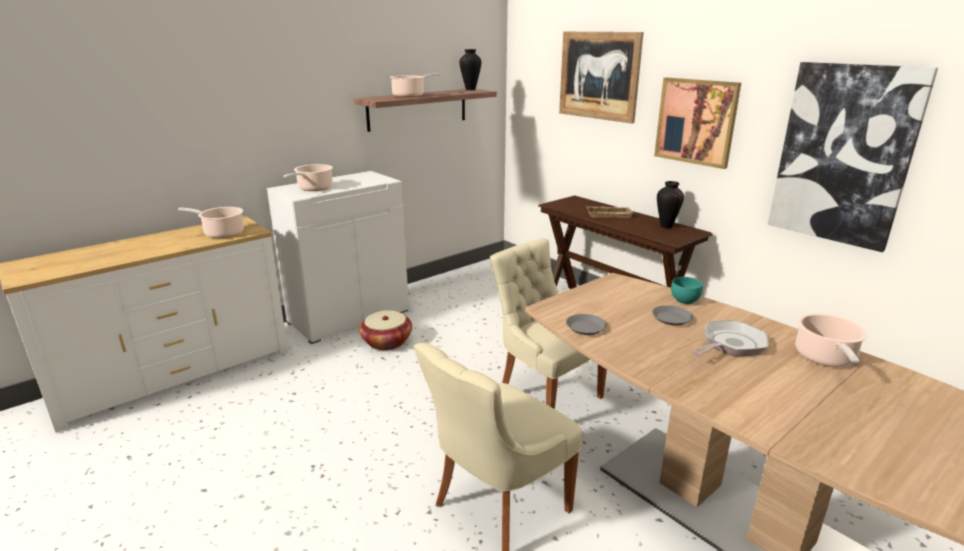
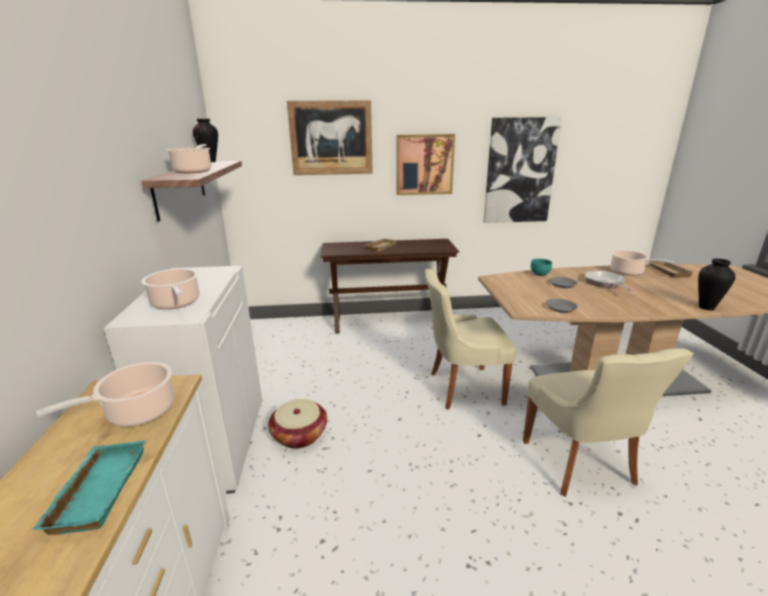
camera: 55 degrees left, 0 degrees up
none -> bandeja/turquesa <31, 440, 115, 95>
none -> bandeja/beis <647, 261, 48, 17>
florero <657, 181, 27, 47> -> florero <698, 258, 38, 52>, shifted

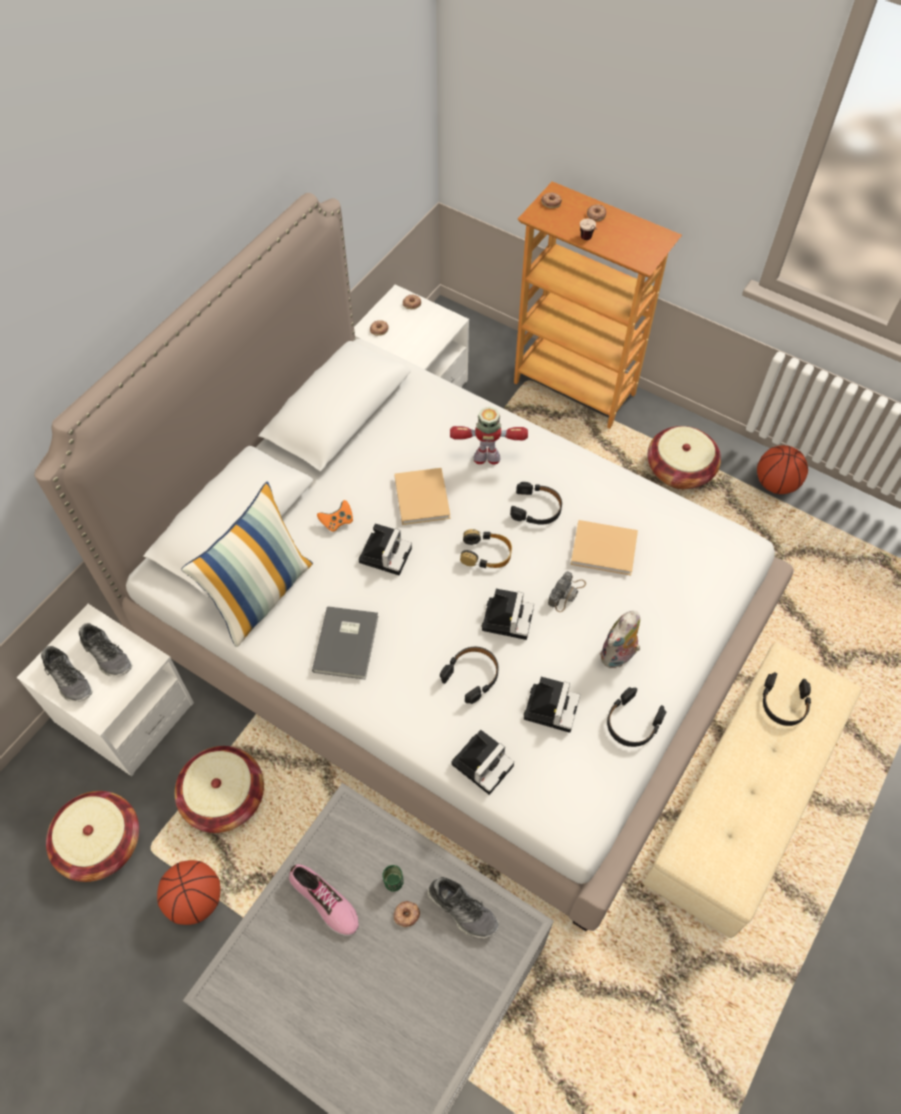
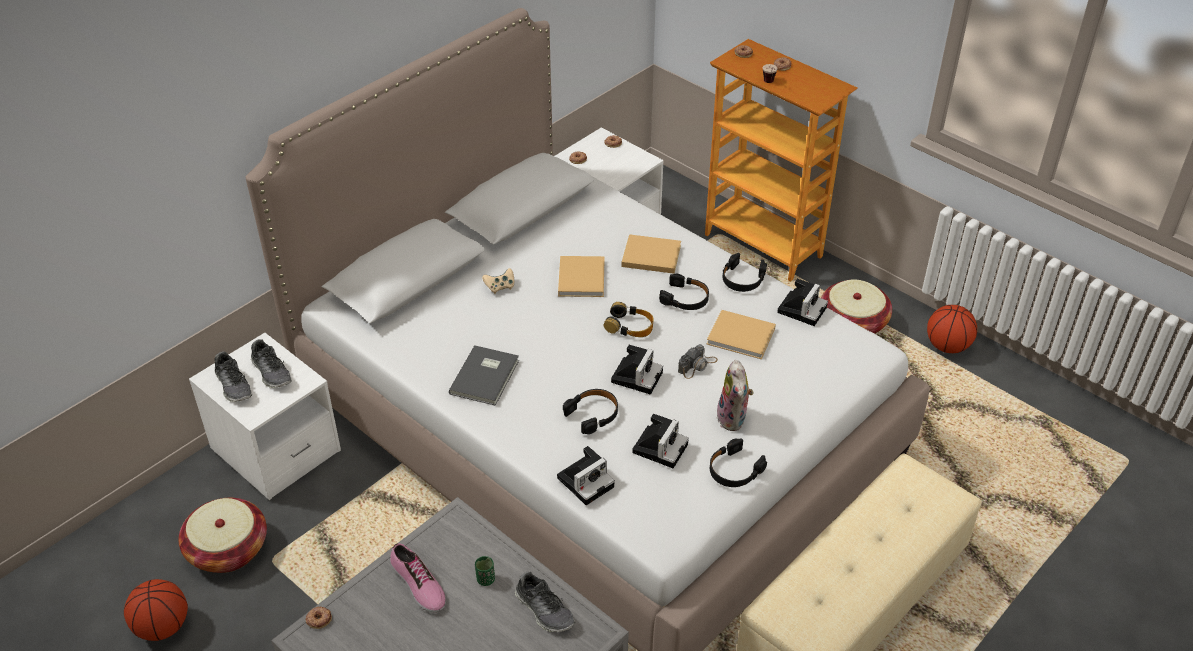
camera: 10 degrees right, 15 degrees down
cesta <175, 746, 89, 87> -> none
cojín <181, 482, 132, 165> -> none
balón de baloncesto <157, 860, 64, 65> -> balón de baloncesto <124, 579, 64, 62>, shifted
cámara <359, 524, 53, 51> -> cámara <777, 279, 51, 47>, shifted
rosquilla <393, 901, 27, 26> -> rosquilla <306, 606, 26, 23>, shifted
auriculares/negro <762, 672, 49, 54> -> auriculares/negro <723, 253, 44, 39>, shifted
robot de juguete <450, 407, 78, 57> -> libro/beis <621, 234, 60, 40>
mando de consola/naranja <317, 500, 36, 32> -> mando de consola/beis <482, 268, 32, 26>
peluche <600, 611, 40, 57> -> peluche <717, 360, 37, 71>, 60 degrees counterclockwise

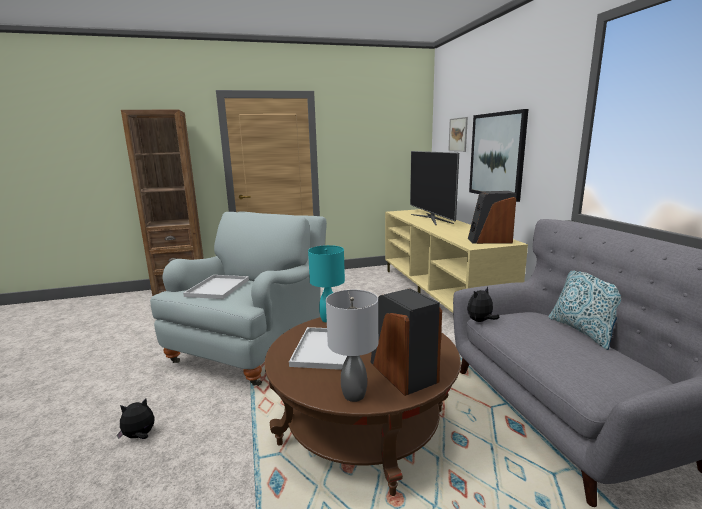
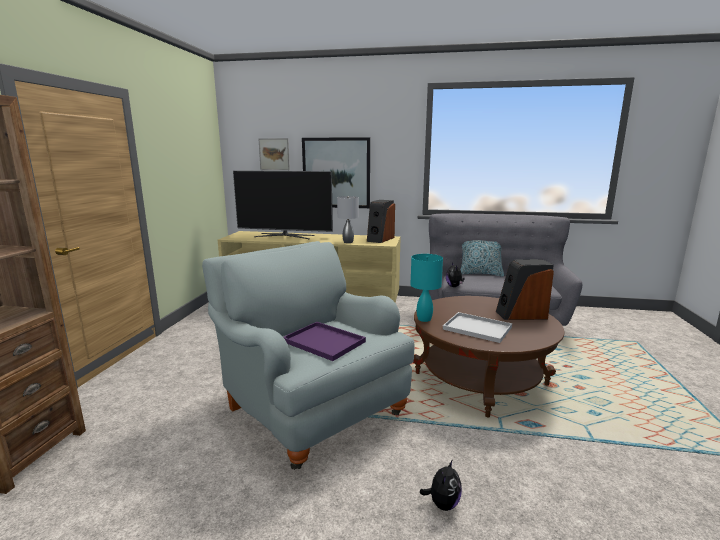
camera: 65 degrees left, 0 degrees up
lámpara de mesa/gris <326, 290, 52, 112> -> lámpara de mesa/gris <337, 196, 22, 47>, shifted
bandeja/blanco <183, 275, 66, 24> -> bandeja/morado <283, 322, 83, 39>
peluche <117, 399, 38, 40> -> peluche <420, 459, 42, 52>, 150 degrees counterclockwise

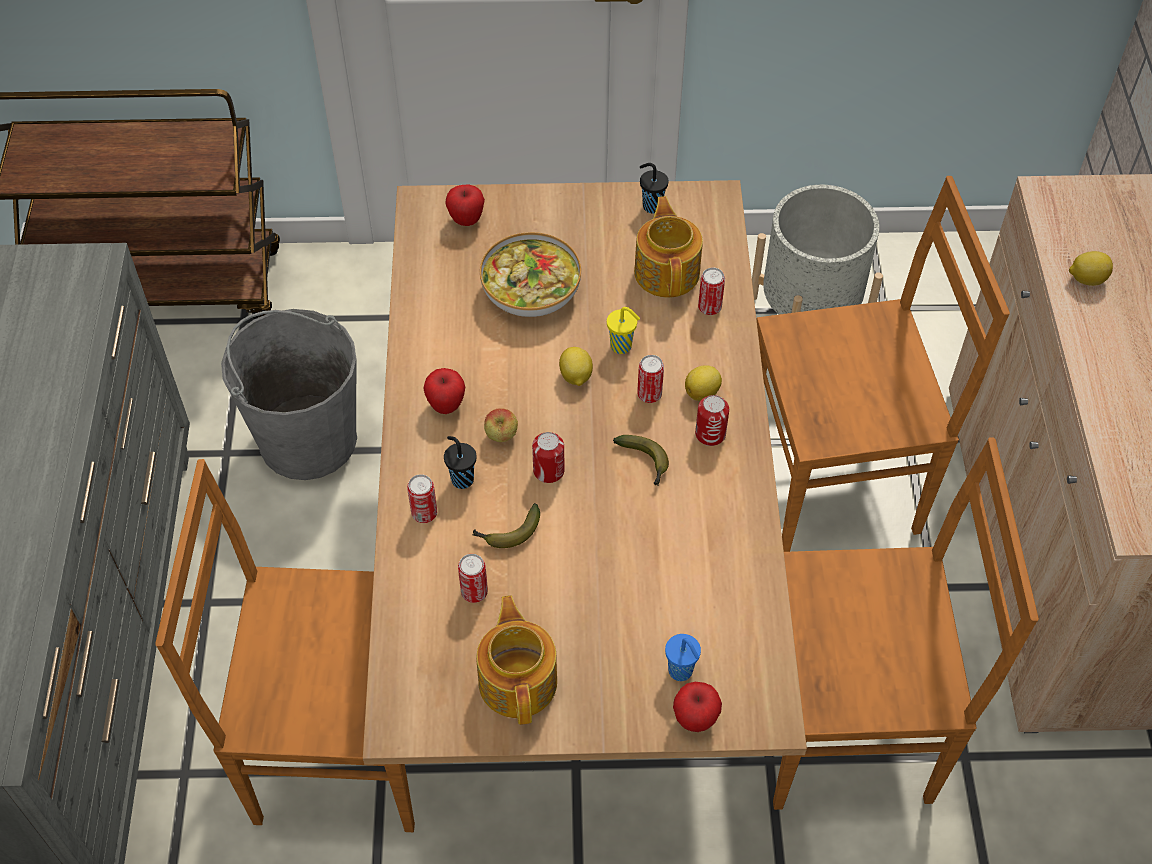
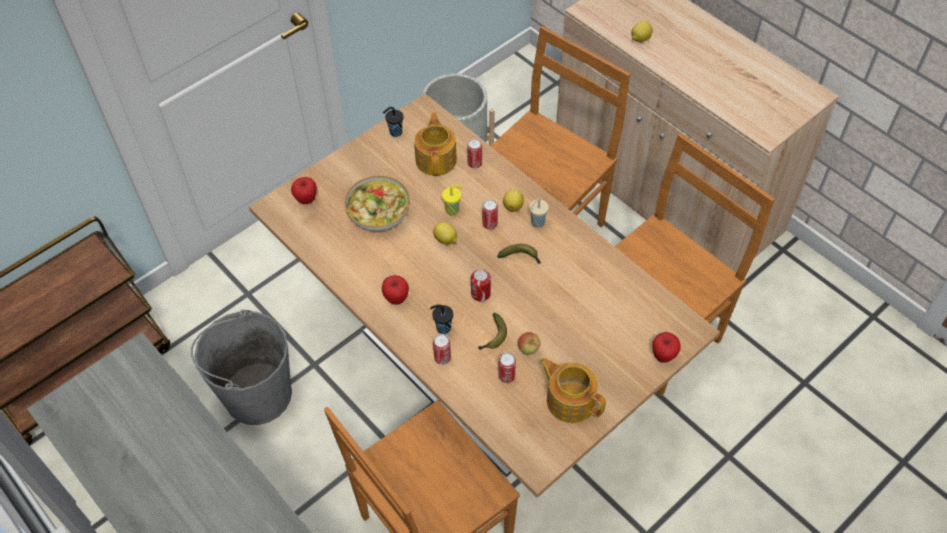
camera: 40 degrees left, 0 degrees up
taza/azul <665, 634, 36, 47> -> none
manzana <484, 408, 34, 34> -> manzana <518, 332, 23, 23>, shifted
lata <695, 395, 34, 51> -> taza/beis <529, 198, 20, 30>
tetera <634, 196, 69, 102> -> tetera <414, 112, 43, 64>, 45 degrees clockwise

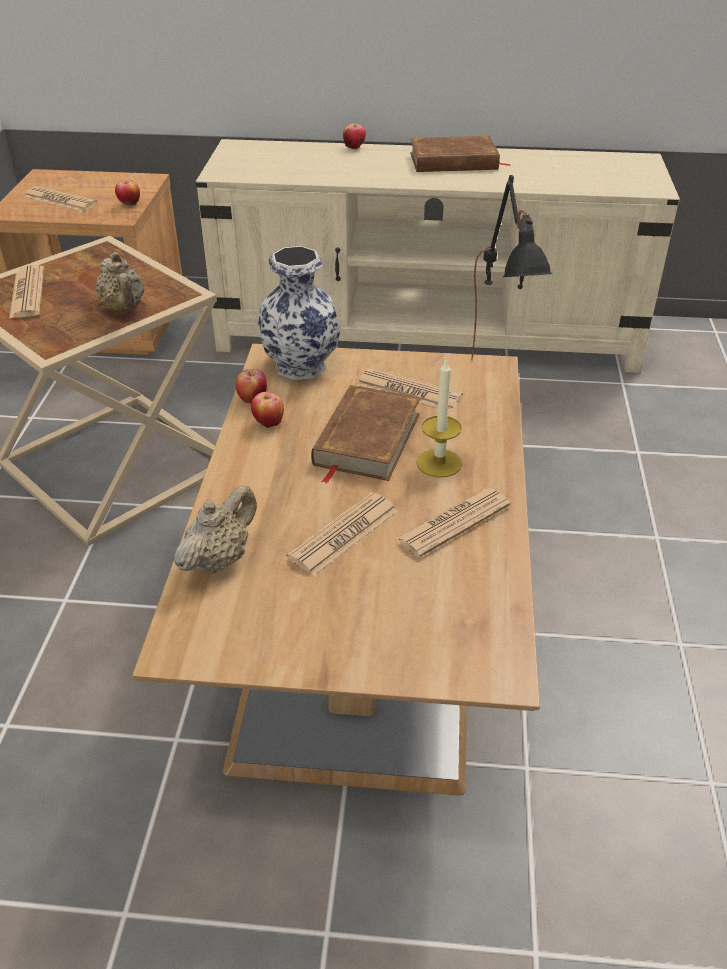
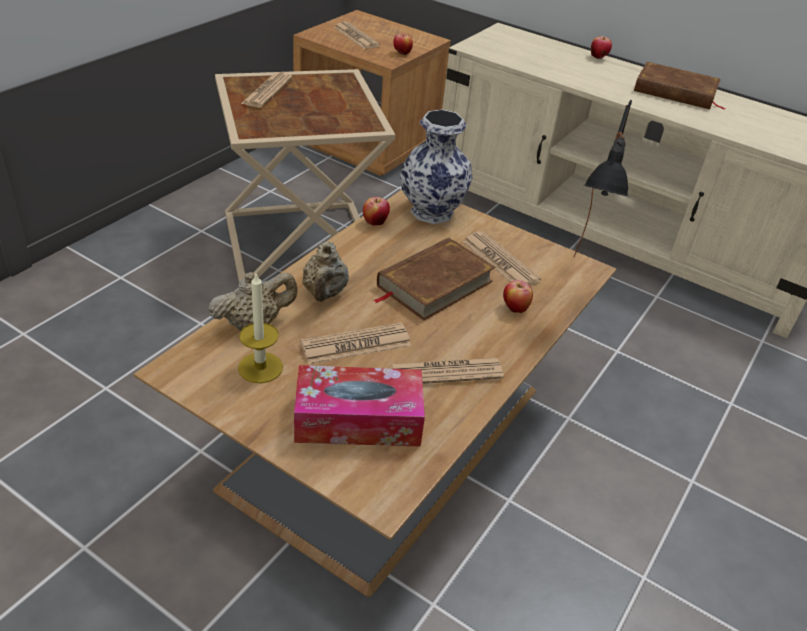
camera: 25 degrees right, 0 degrees up
none -> caja de pañuelos <294, 365, 131, 82>
tetera/beis <95, 252, 49, 60> -> tetera/beis <302, 241, 47, 61>, shifted
manzana <251, 392, 33, 36> -> manzana <503, 280, 30, 33>, shifted
vela <417, 360, 45, 118> -> vela <238, 274, 45, 109>, shifted

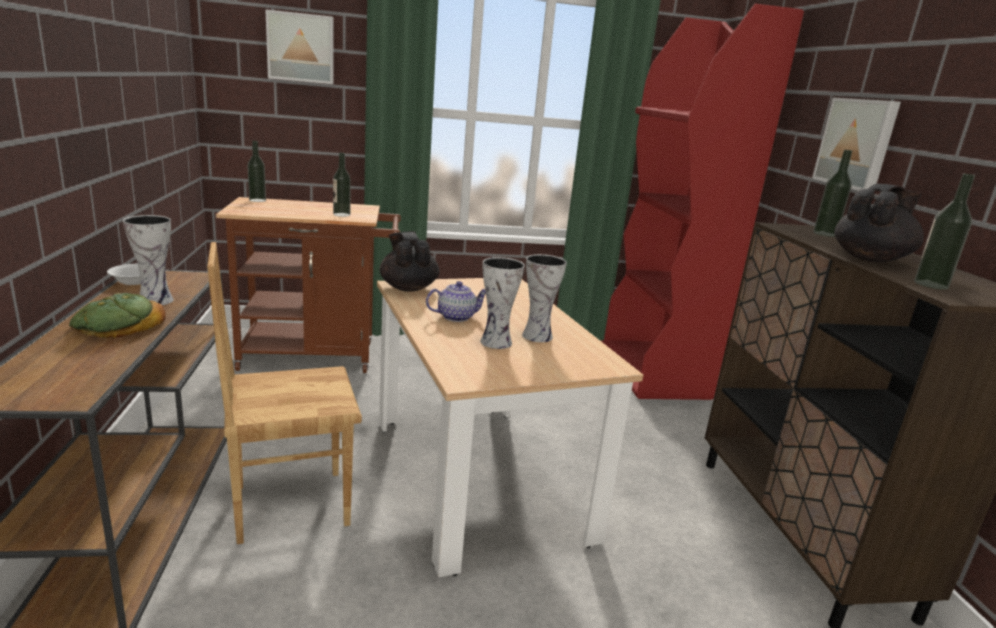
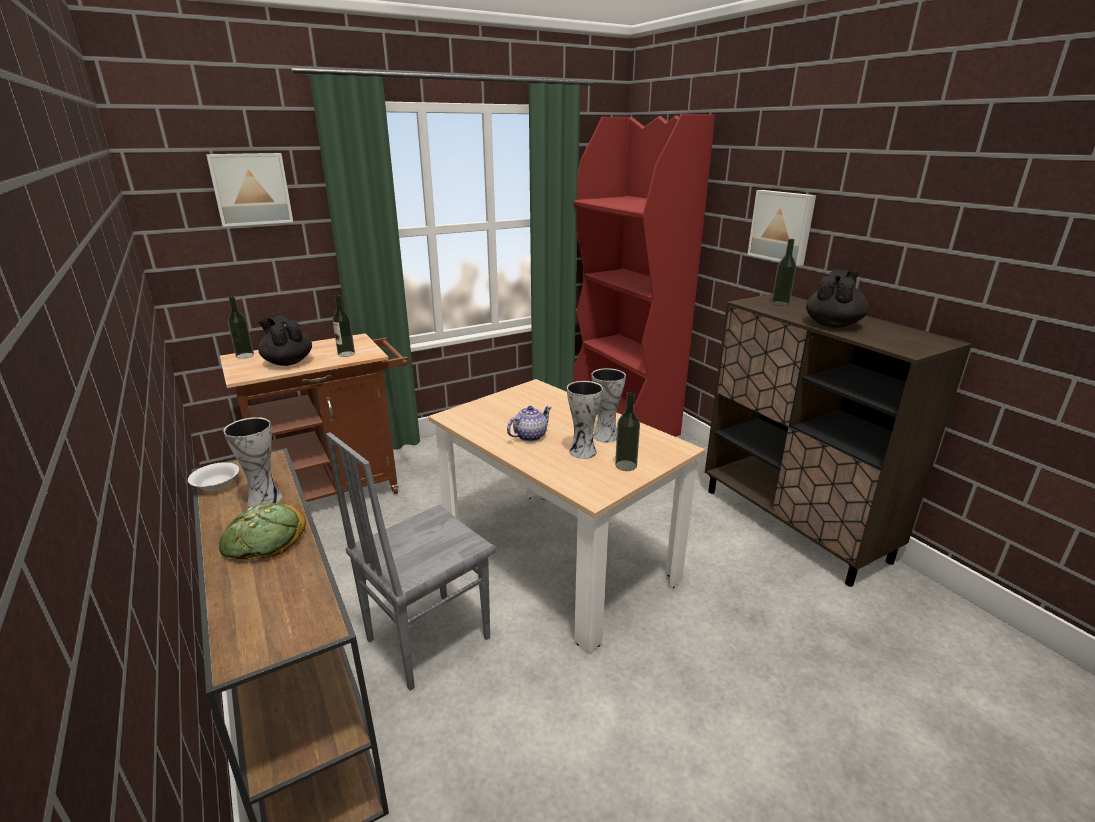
camera: 20 degrees left, 5 degrees up
tetera/negro <380, 231, 59, 61> -> tetera/negro <258, 314, 54, 52>, shifted
botella <914, 173, 61, 117> -> botella <615, 392, 25, 79>, shifted
silla/marrón <207, 242, 155, 302> -> silla/gris <326, 432, 170, 258>

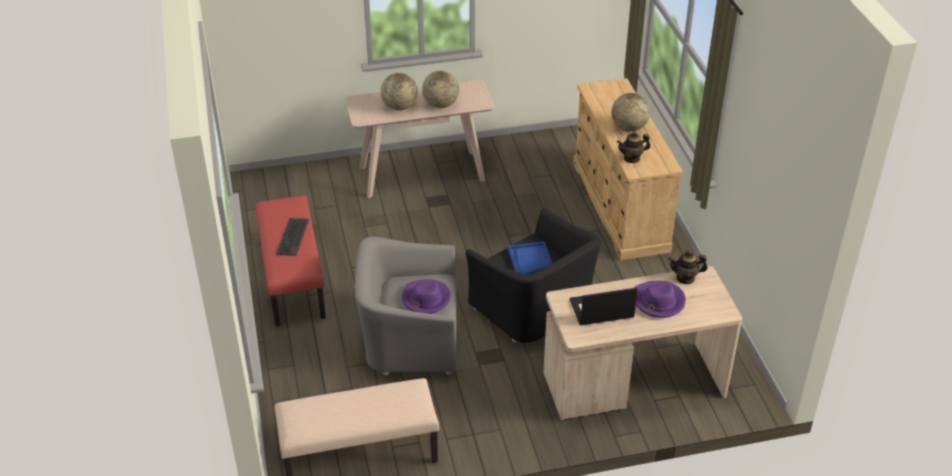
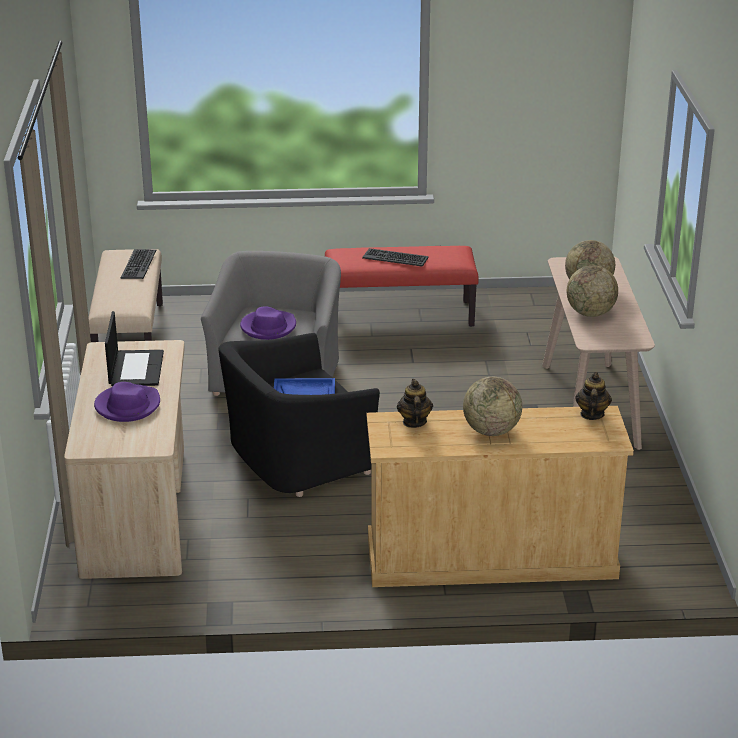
camera: 100 degrees right, 10 degrees down
none -> teclado <121, 249, 35, 30>
tetera <668, 250, 40, 34> -> tetera <575, 372, 37, 48>, shifted

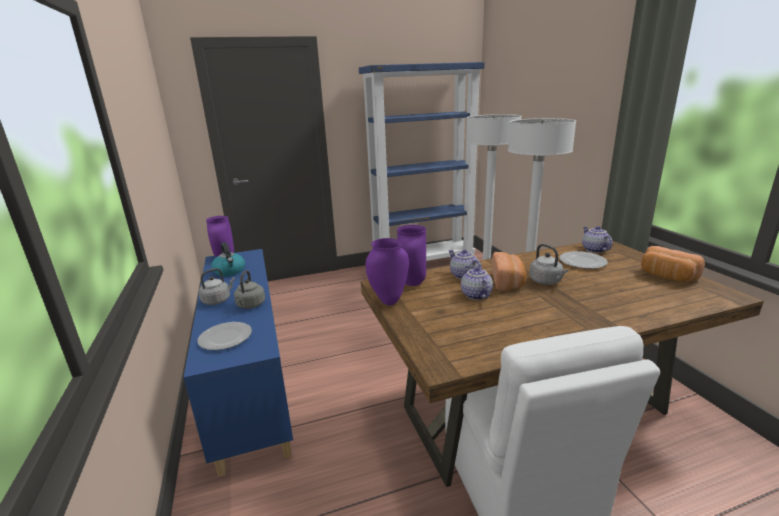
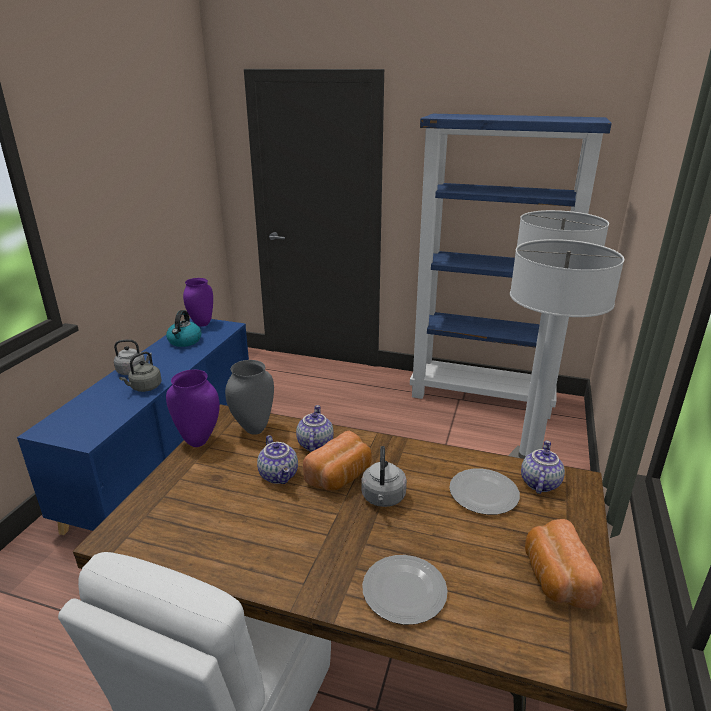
camera: 35 degrees right, 5 degrees up
plato <198, 322, 54, 28> -> plato <362, 555, 86, 70>, shifted
florero/morado <397, 225, 29, 61> -> florero/gris <225, 360, 49, 75>
tetera <461, 265, 32, 35> -> tetera <257, 435, 41, 49>, 135 degrees clockwise

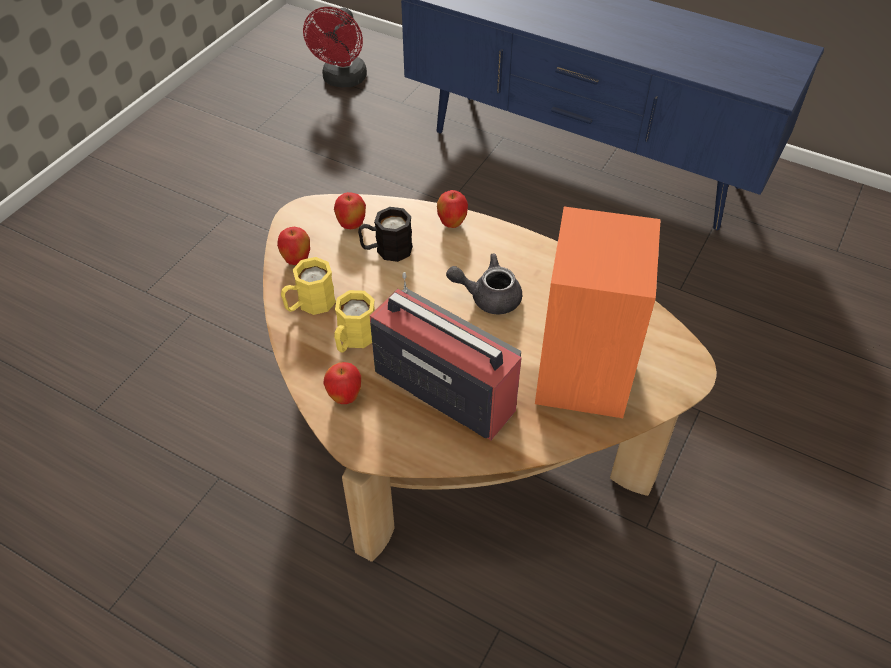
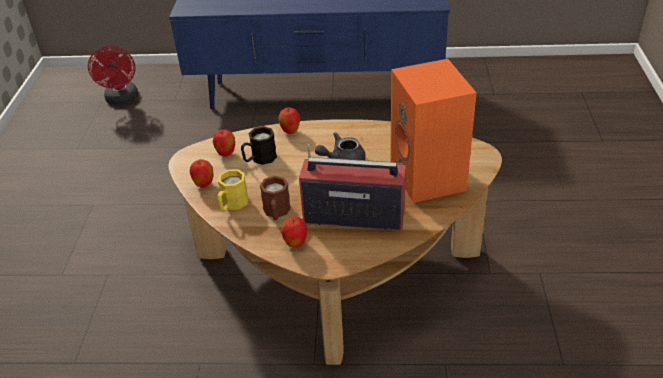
camera: 25 degrees left, 10 degrees down
taza grande/amarillo <334, 290, 41, 63> -> taza grande/marrón <260, 176, 31, 44>

